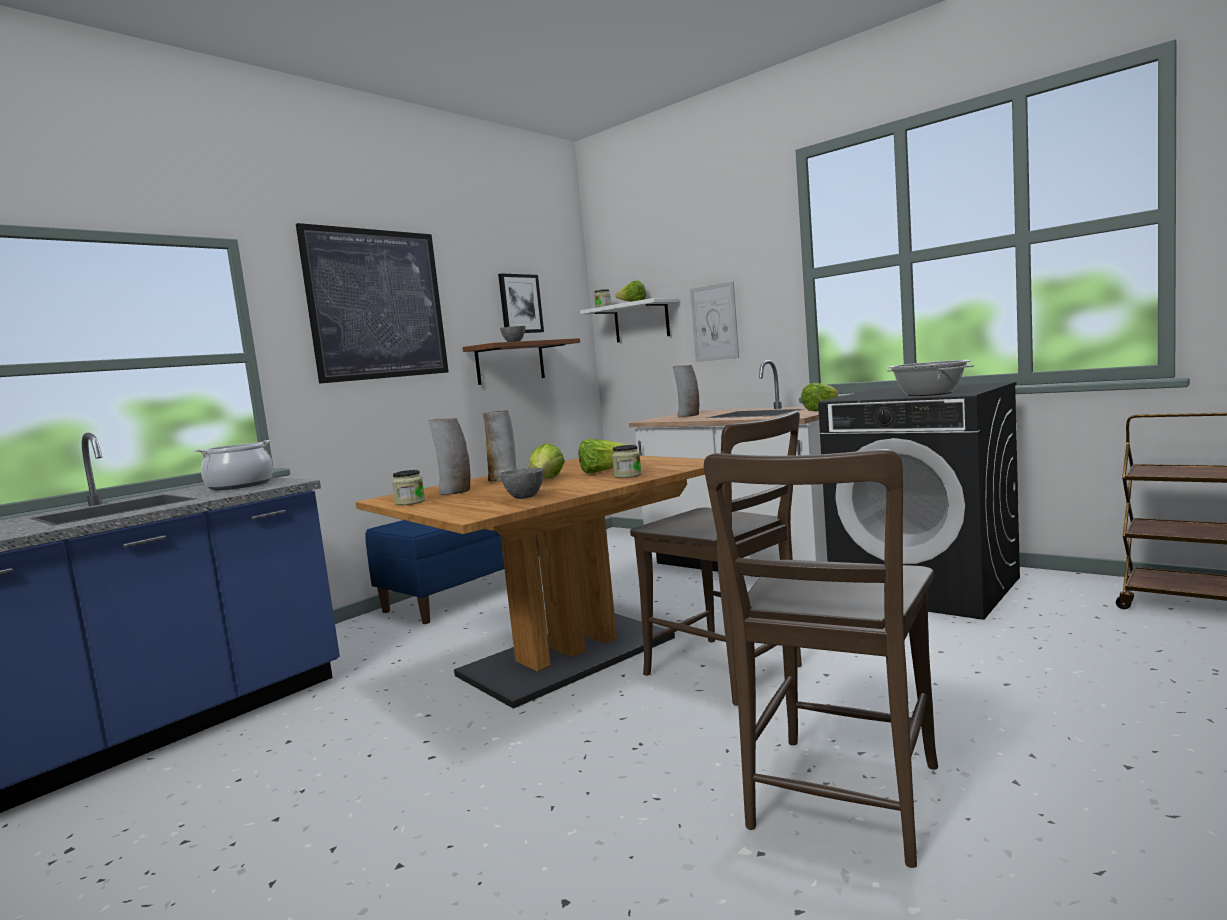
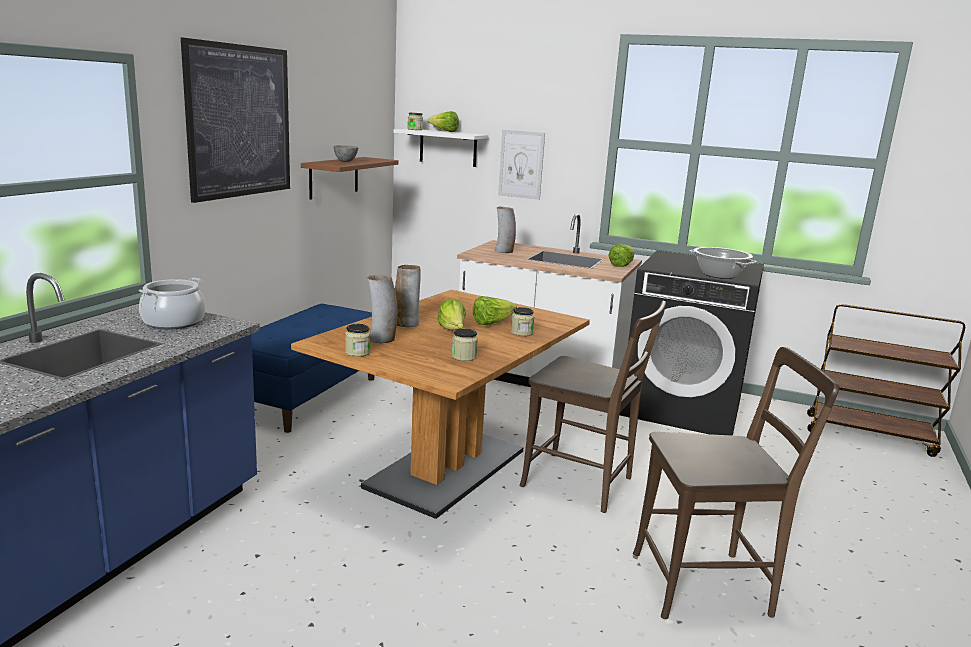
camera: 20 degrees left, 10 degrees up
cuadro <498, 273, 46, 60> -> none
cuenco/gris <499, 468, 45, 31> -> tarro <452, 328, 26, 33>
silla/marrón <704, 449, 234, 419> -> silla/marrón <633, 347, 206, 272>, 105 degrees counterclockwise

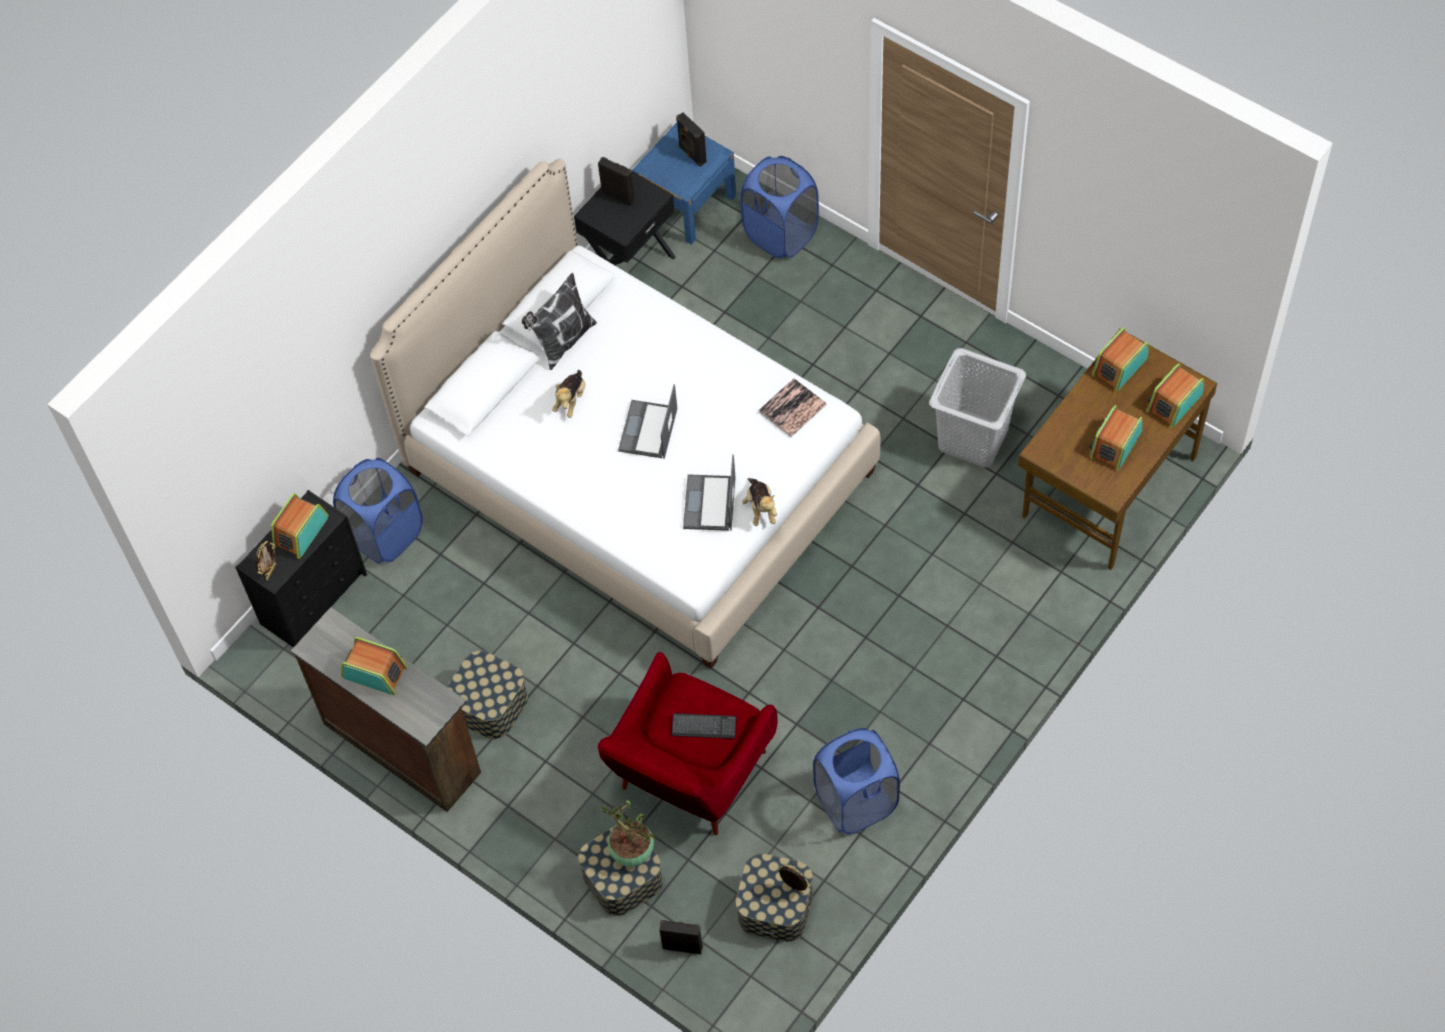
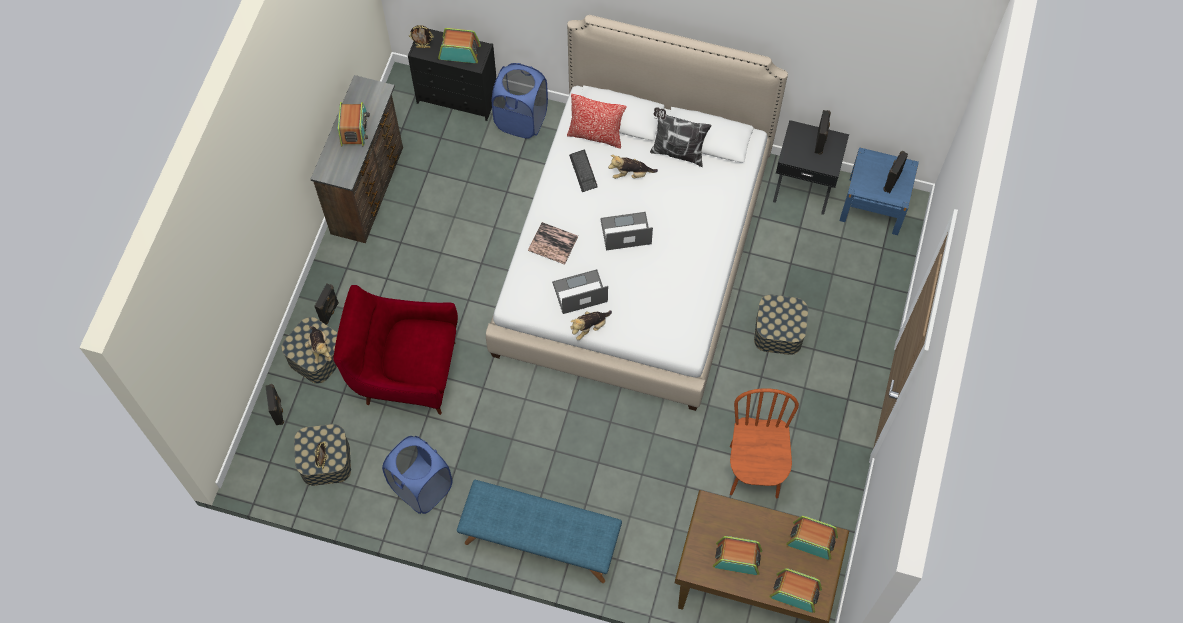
camera: 65 degrees right, 5 degrees up
cesto de la ropa/azul <741, 156, 78, 102> -> none
none -> altavoz/negro <315, 283, 24, 42>
none -> banco/azul <457, 480, 165, 103>
none -> cojín <567, 94, 60, 55>
caja de almacenaje <447, 651, 81, 88> -> caja de almacenaje <754, 295, 54, 60>, shifted
teclado <671, 713, 65, 26> -> teclado <569, 149, 29, 43>, shifted
libro <759, 378, 67, 59> -> libro <528, 222, 50, 43>, shifted
planta en maceta <601, 800, 55, 67> -> peluche <305, 326, 27, 38>
cesto de la ropa/gris <929, 348, 97, 120> -> silla/marrón <730, 388, 69, 110>

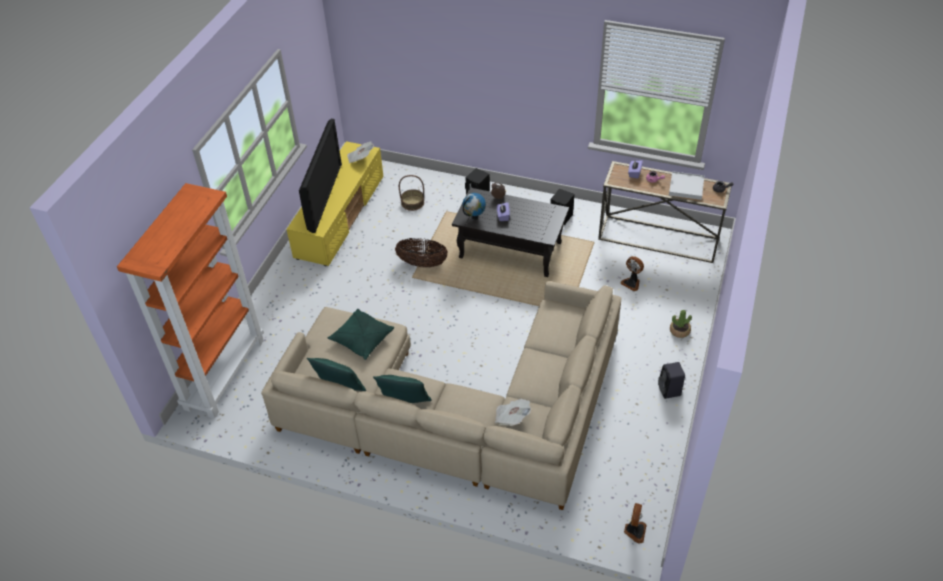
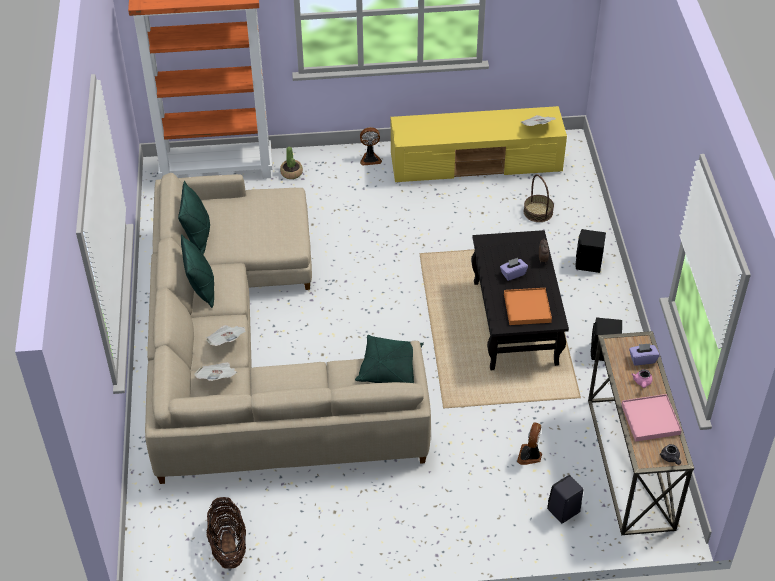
camera: 65 degrees right, 0 degrees up
televisor <299, 119, 43, 114> -> none
globo terráqueo <462, 193, 24, 27> -> none
none -> periódico <206, 325, 39, 21>
none -> bandeja/naranja <504, 288, 48, 37>
cojín/verde <328, 308, 66, 52> -> cojín/verde <355, 335, 69, 48>, shifted
cesta <395, 238, 53, 29> -> cesta <207, 497, 39, 72>, shifted
ventilador <624, 503, 22, 41> -> ventilador <360, 127, 22, 39>, shifted
altavoz/negro <658, 362, 27, 37> -> altavoz/negro <547, 475, 37, 48>, shifted
planta en maceta <670, 310, 22, 28> -> planta en maceta <280, 147, 23, 32>, shifted
bandeja/blanco <669, 171, 35, 29> -> bandeja/rosa <621, 394, 61, 48>

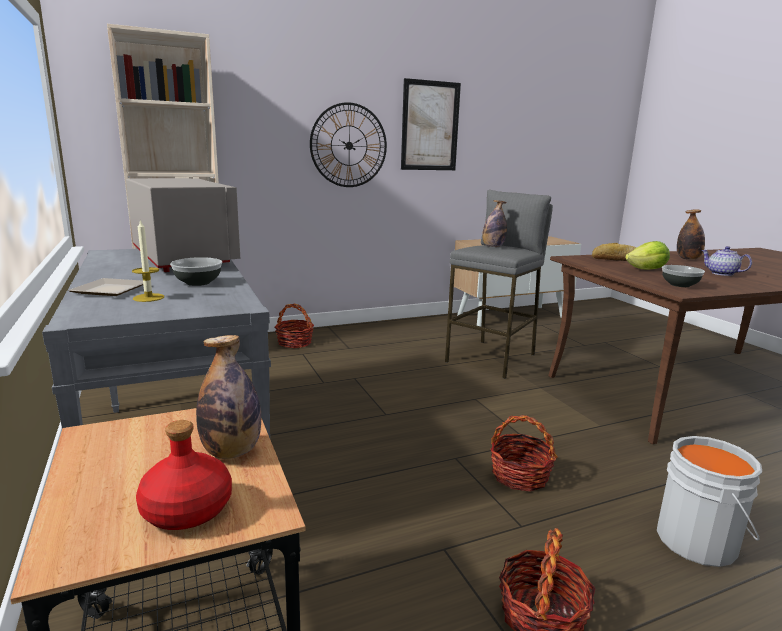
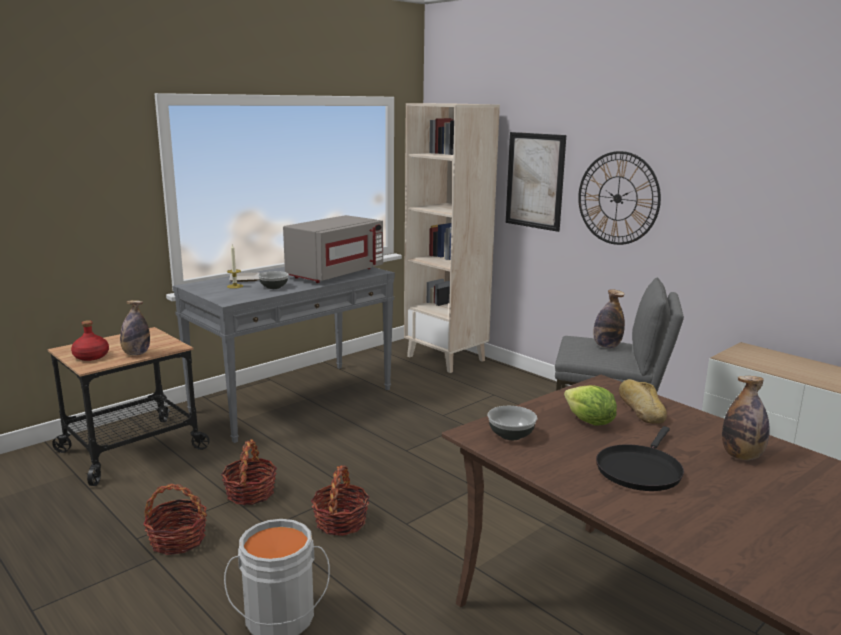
camera: 70 degrees right, 0 degrees up
cesta <275, 303, 39, 45> -> cesta <221, 439, 56, 66>, shifted
cuadro <401, 78, 60, 92> -> cuadro <506, 132, 60, 100>, shifted
tetera <701, 246, 51, 30> -> sartén/negro <596, 426, 88, 65>

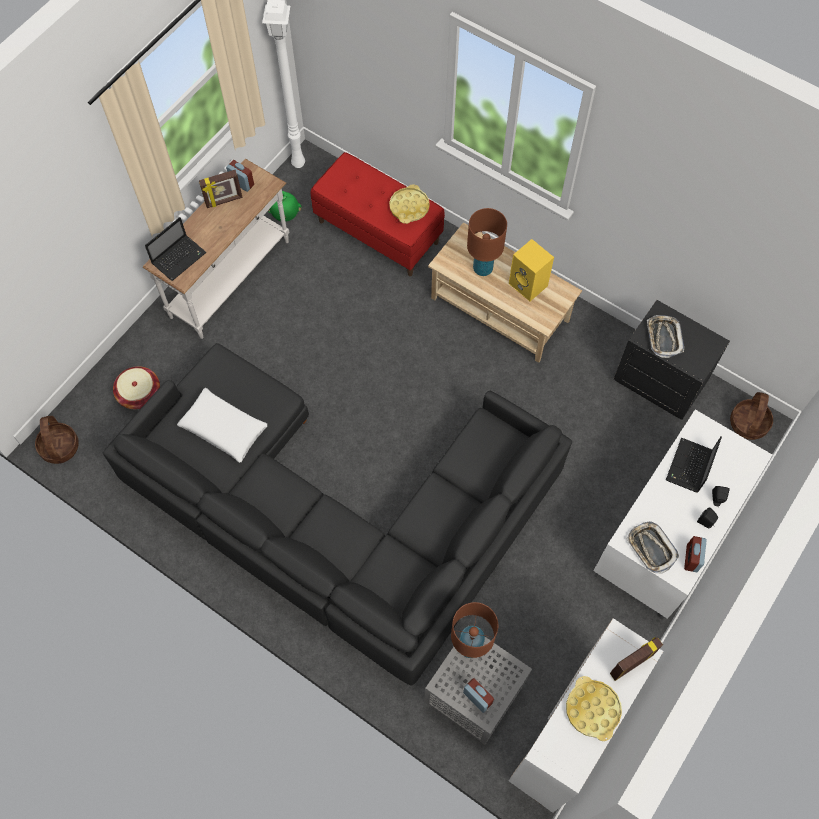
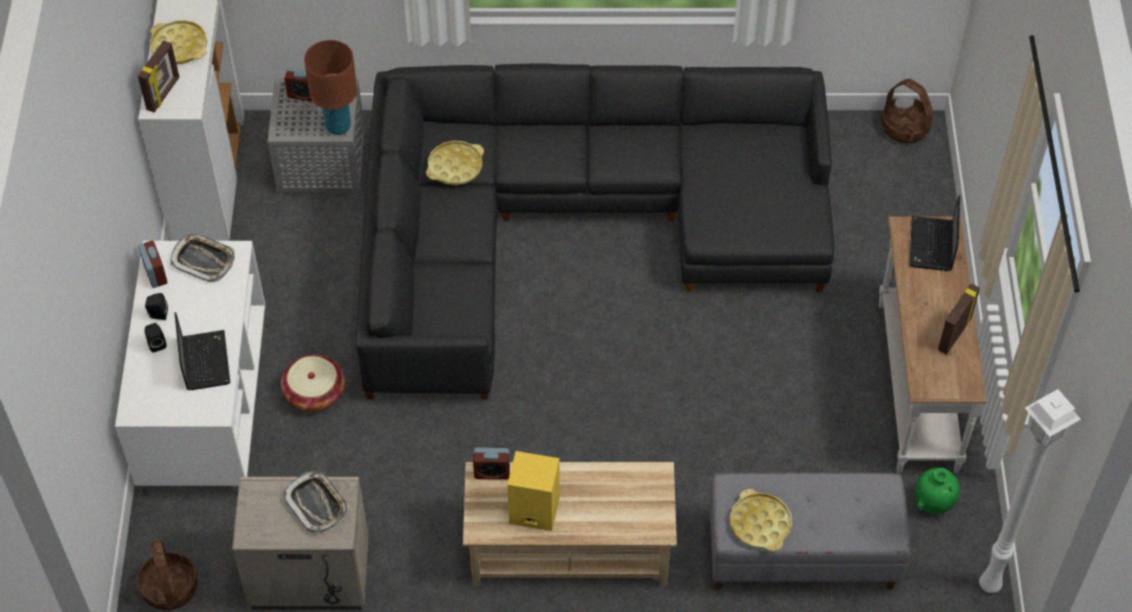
camera: 145 degrees right, 10 degrees down
cojín/blanco <177, 388, 90, 75> -> none
lámpara de mesa/marrón <467, 208, 40, 68> -> none
none -> bandeja/amarillo <426, 141, 58, 44>
cesta <113, 366, 47, 43> -> cesta <281, 355, 64, 56>, shifted
despertador <226, 160, 28, 32> -> despertador <473, 448, 37, 32>, shifted
banco/rojo <311, 152, 134, 124> -> banco/gris <709, 473, 201, 117>
mesita de noche/negro <614, 300, 116, 120> -> mesita de noche/beis <232, 477, 137, 133>

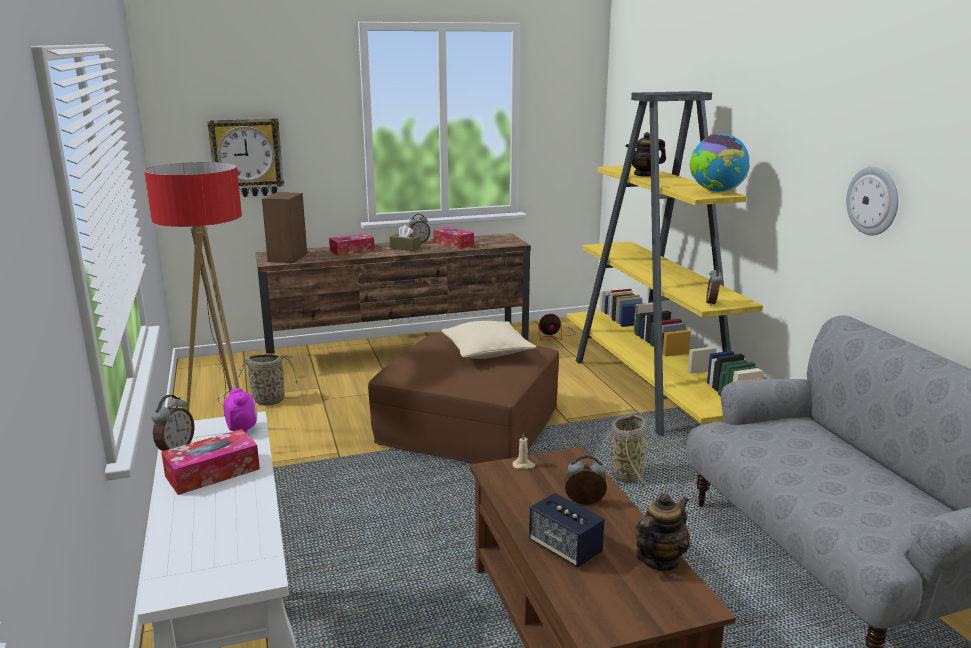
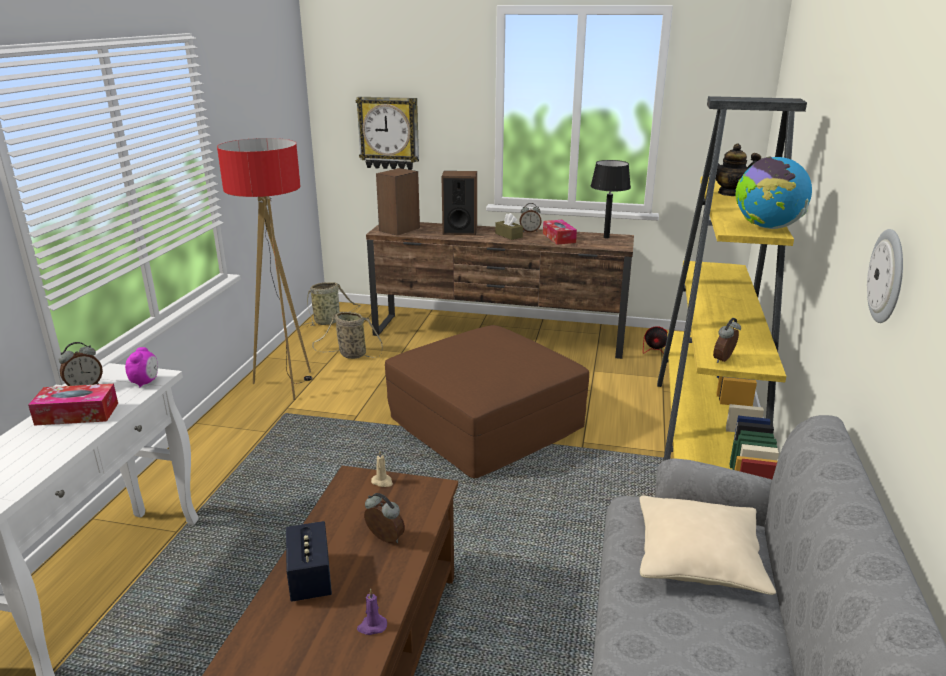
camera: 30 degrees right, 5 degrees up
none -> lámpara de mesa/negro <590, 160, 41, 78>
cojín/beis <442, 321, 94, 38> -> cojín/beis <639, 495, 137, 100>, shifted
cesta <611, 415, 36, 77> -> cesta <302, 282, 58, 44>, shifted
caja de pañuelos <329, 233, 46, 23> -> altavoz <442, 171, 35, 64>
tetera <636, 493, 54, 78> -> vela/morado <357, 589, 30, 46>

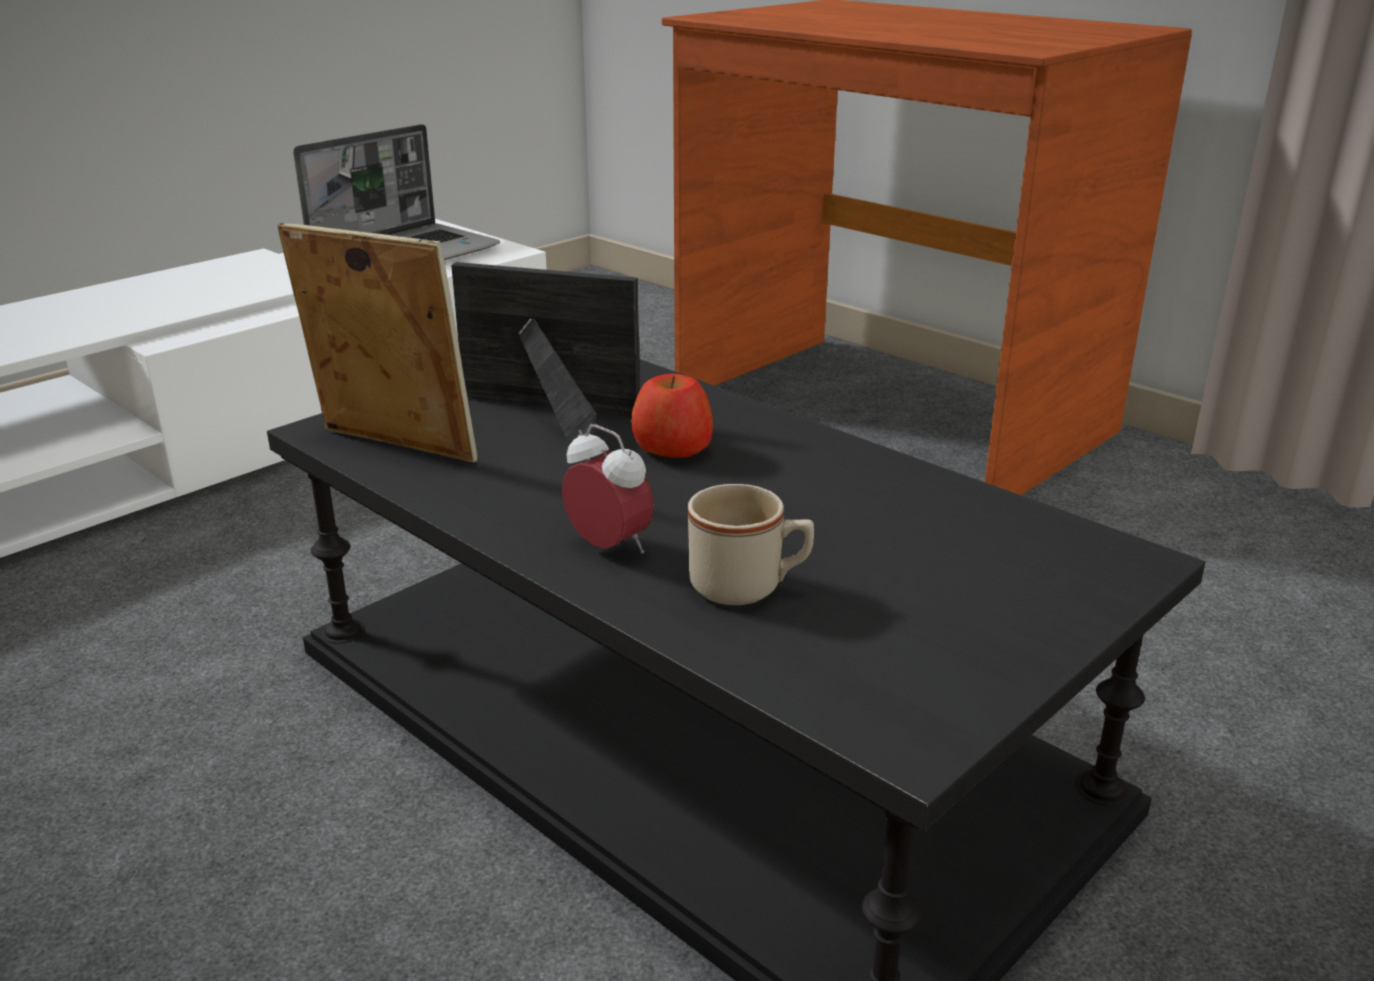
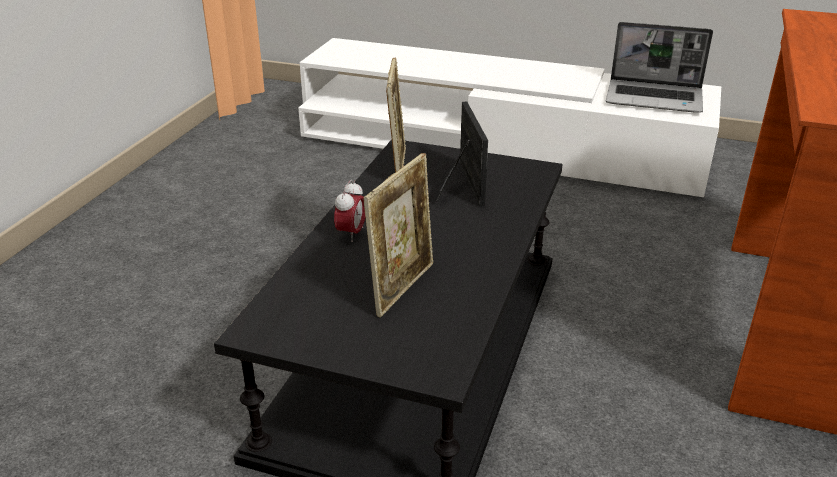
camera: 65 degrees right, 5 degrees up
manzana <631, 374, 82, 84> -> none
taza grande/beis <688, 484, 126, 121> -> none
none -> portarretratos <363, 153, 70, 165>

